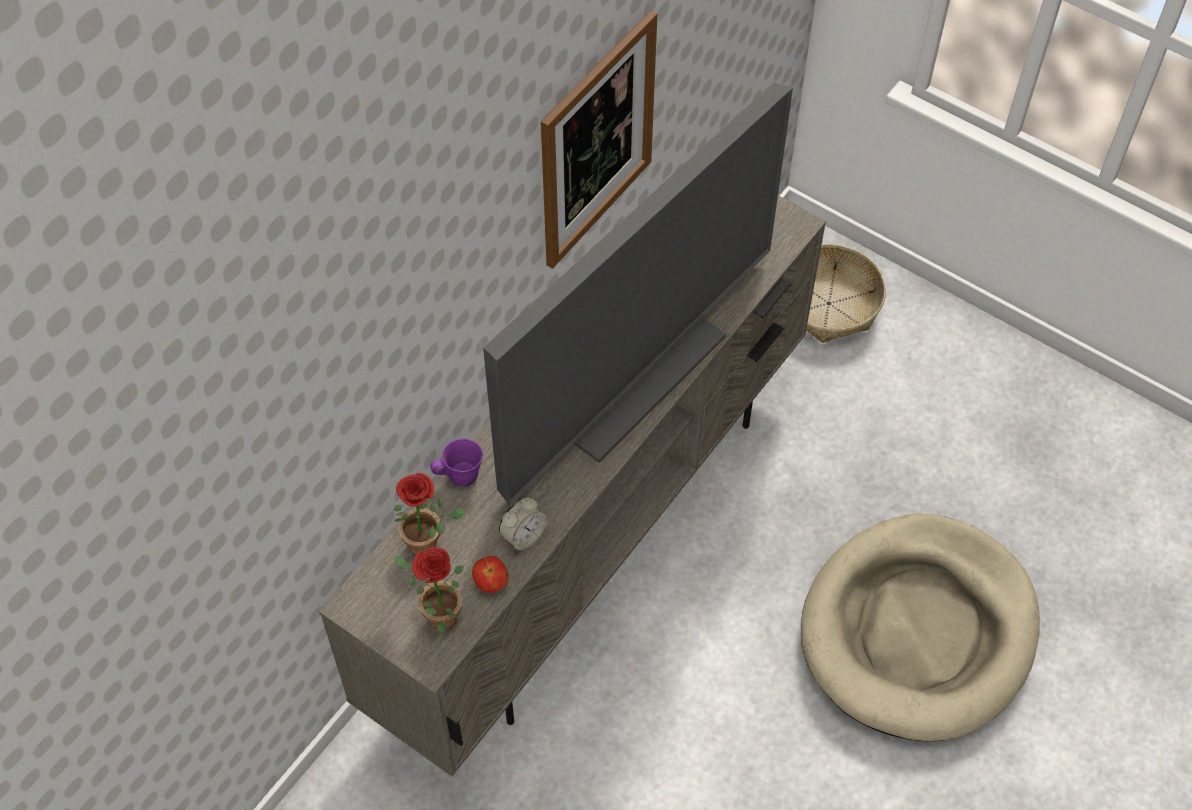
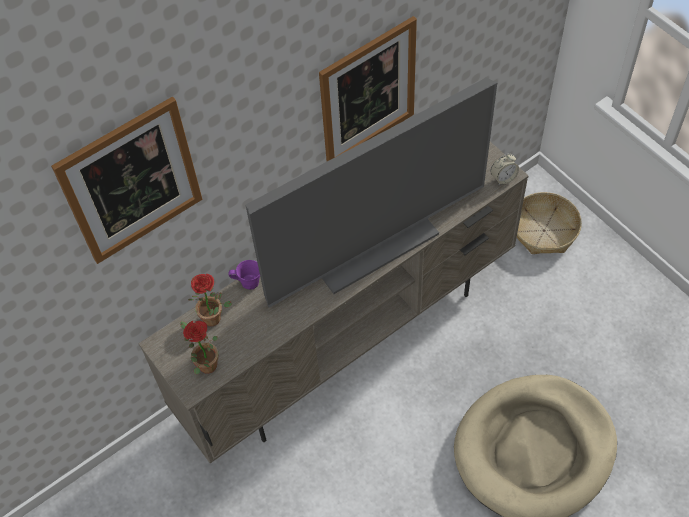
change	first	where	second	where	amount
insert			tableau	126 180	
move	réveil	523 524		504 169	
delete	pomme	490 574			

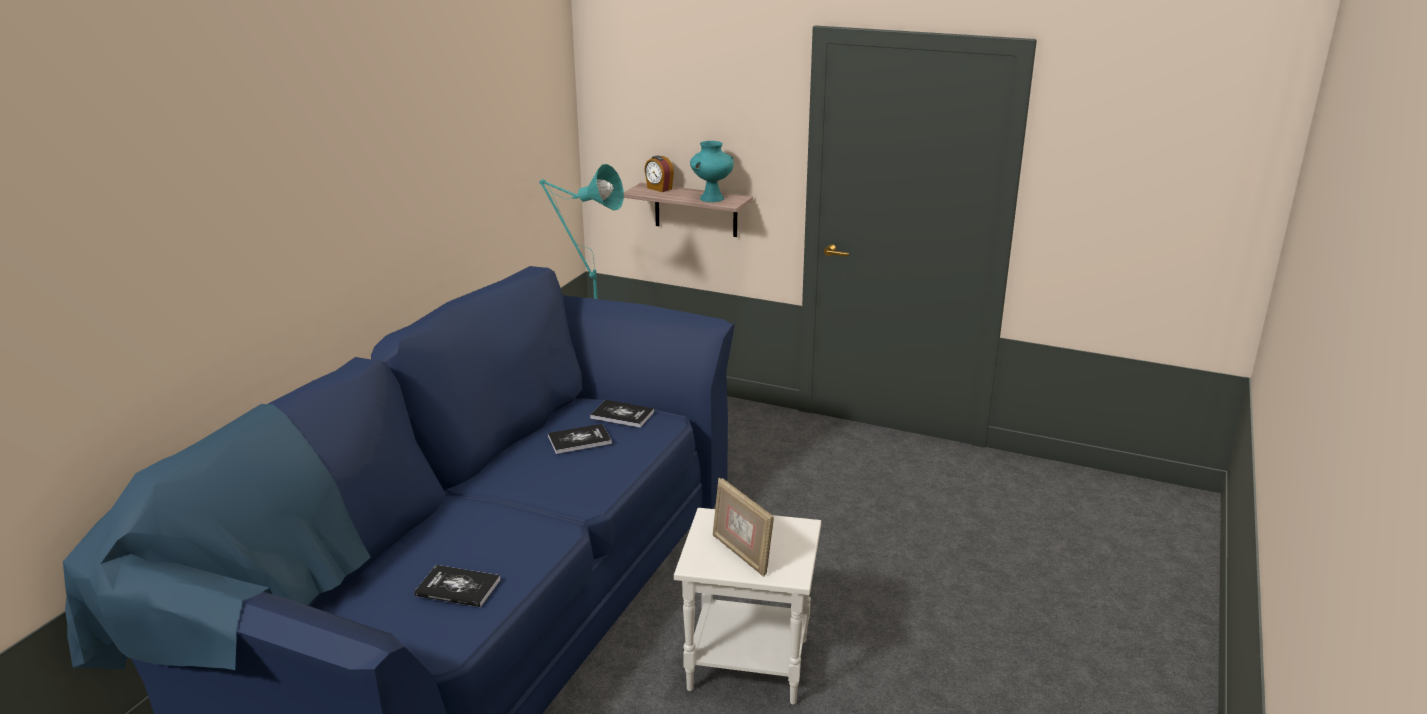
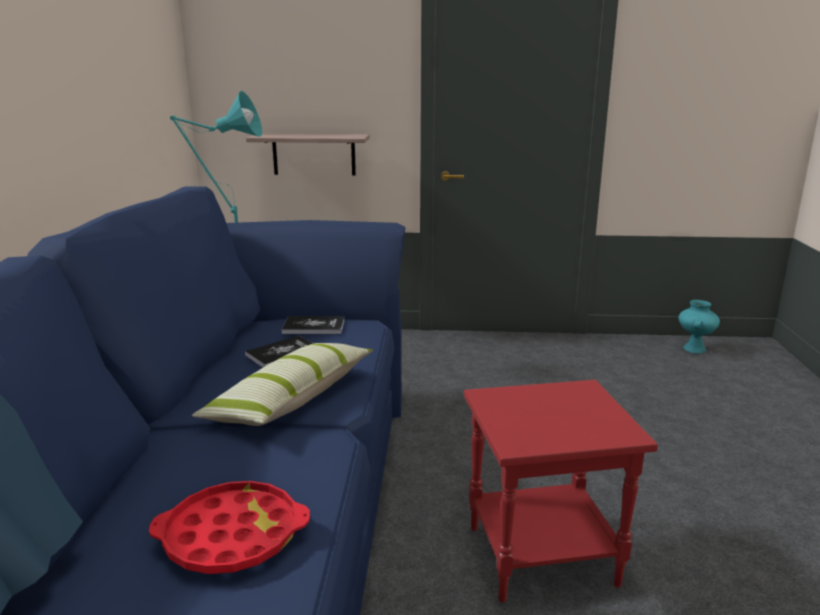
change	first	where	second	where	amount
replace	livre	457 586	plateau/rouge	229 527	
insert			coussin	282 384	
recolor	table d'appoint/blanc	747 606	table d'appoint/rouge	561 491	
move	vase/turquoise	712 171		699 327	
delete	réveil	659 174			
delete	cadre photo	743 527			

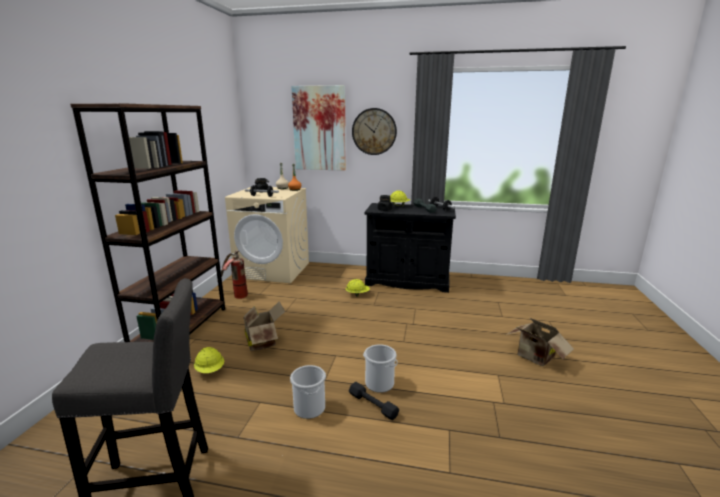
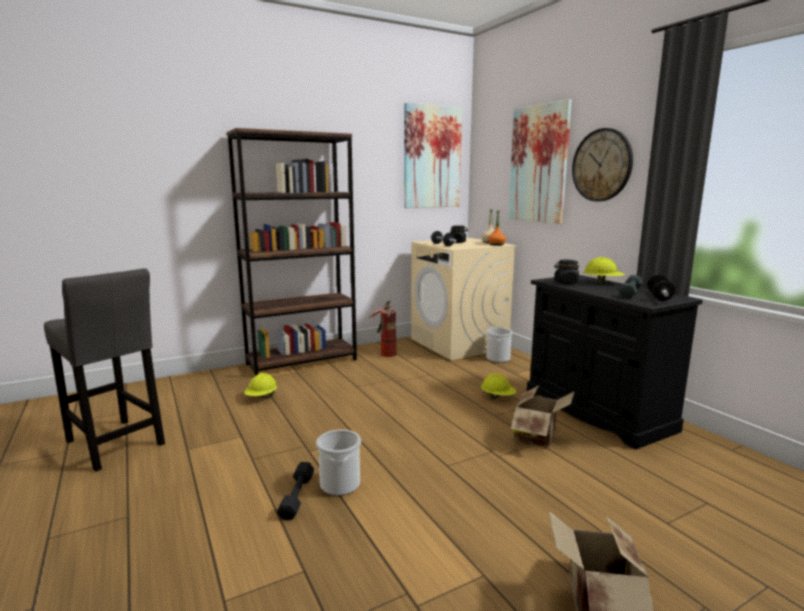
change	first	where	second	where	amount
insert			tableau	433 155	
move	seau	308 392		499 345	
move	carton	264 326		543 416	

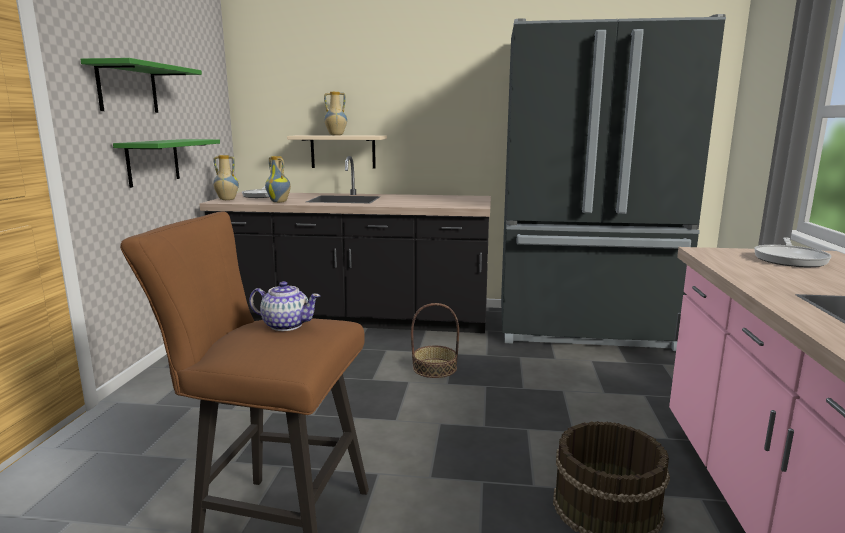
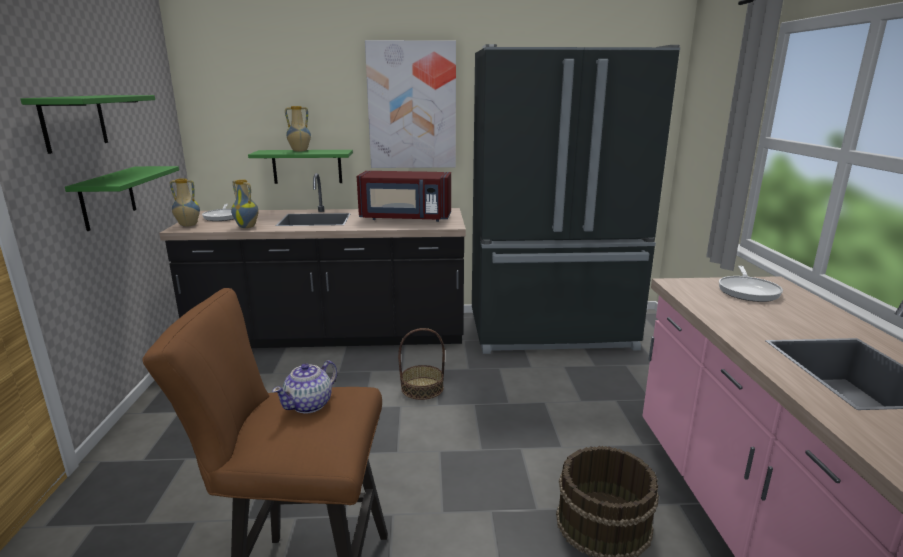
change	first	where	second	where	amount
recolor	étagère/beige	337 152	étagère/vert	300 167	
rotate	théière	284 306		304 387	120 degrees clockwise
insert			micro-ondes/rouge	404 196	
insert			tableau	410 104	

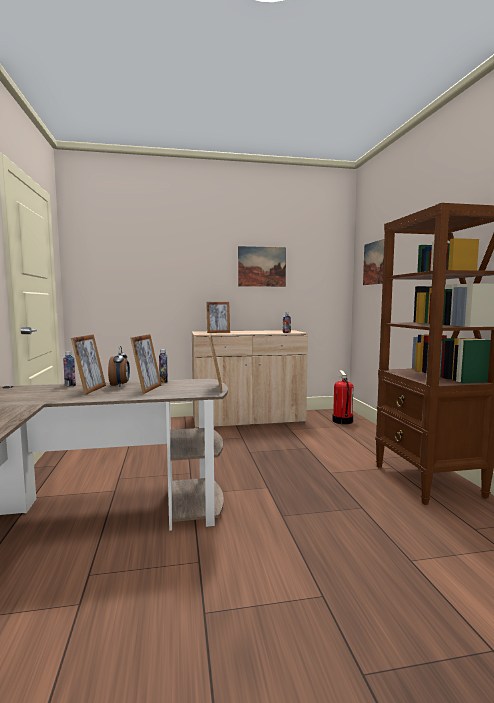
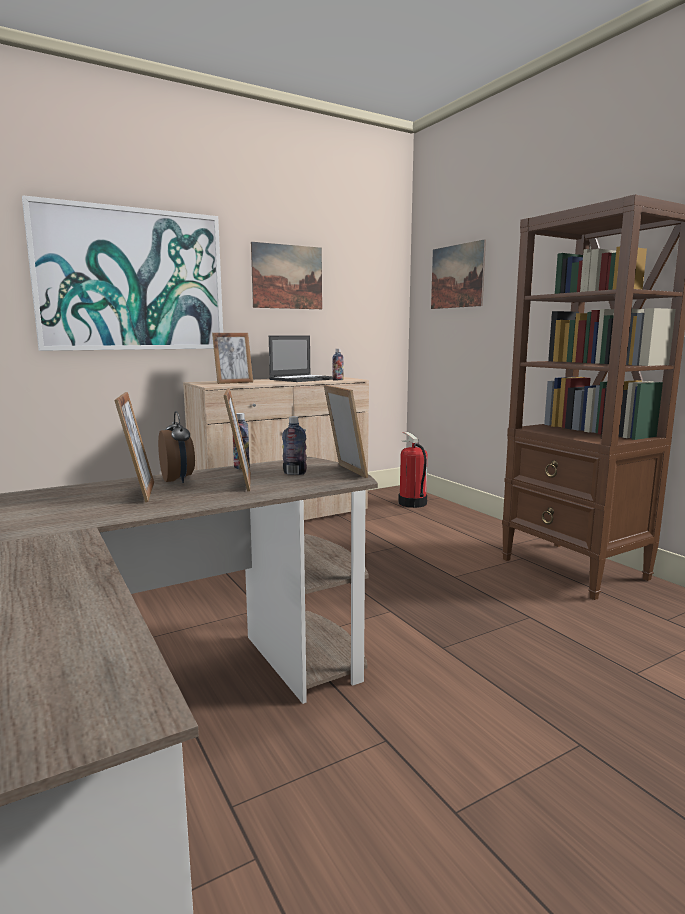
change	first	where	second	where	amount
insert			tableau	122 273	
insert			ordinateur portable	301 359	
move	bouteille	69 368		294 445	

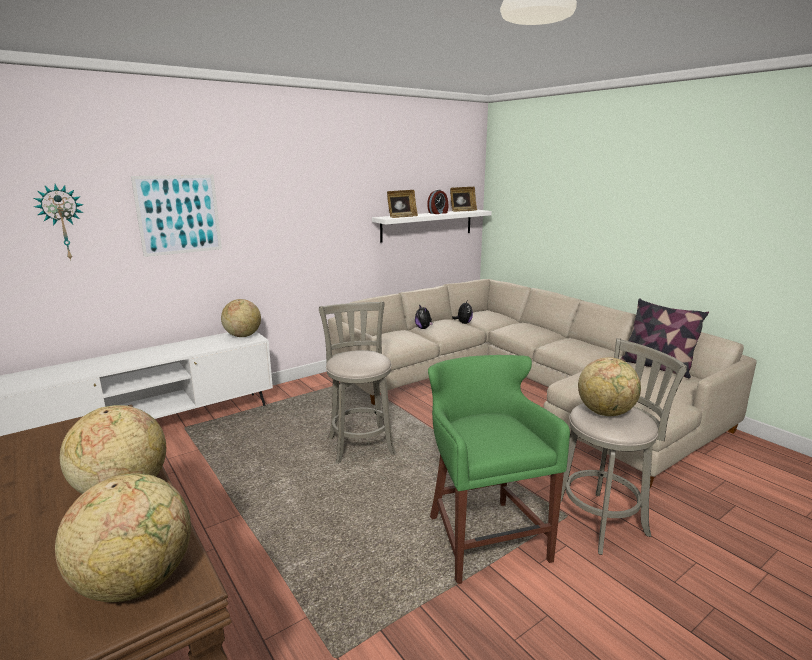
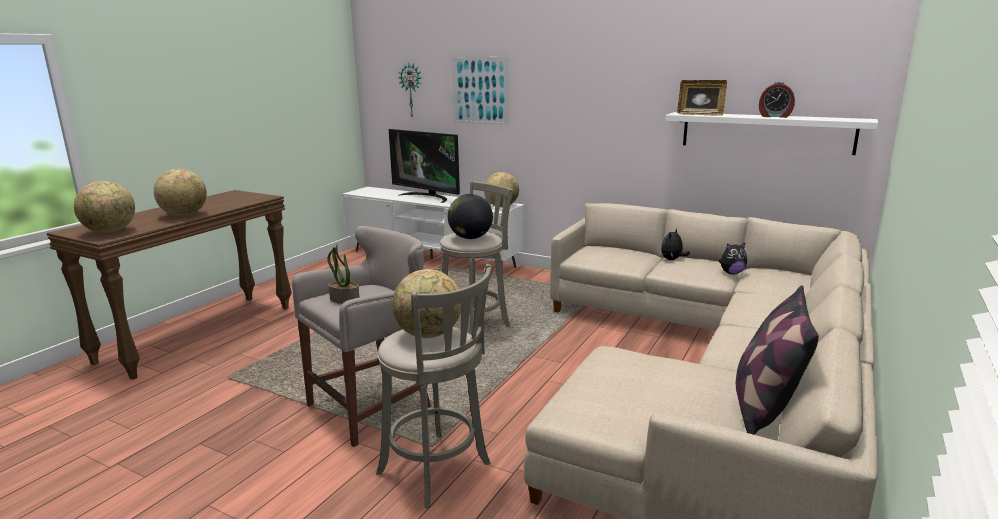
change	first	where	second	where	amount
recolor	tabouret/vert	499 469	tabouret/gris	361 336	
insert			plante en pot	343 274	
insert			téléviseur	424 166	
insert			globe	470 216	
delete	cadre photo	463 199			

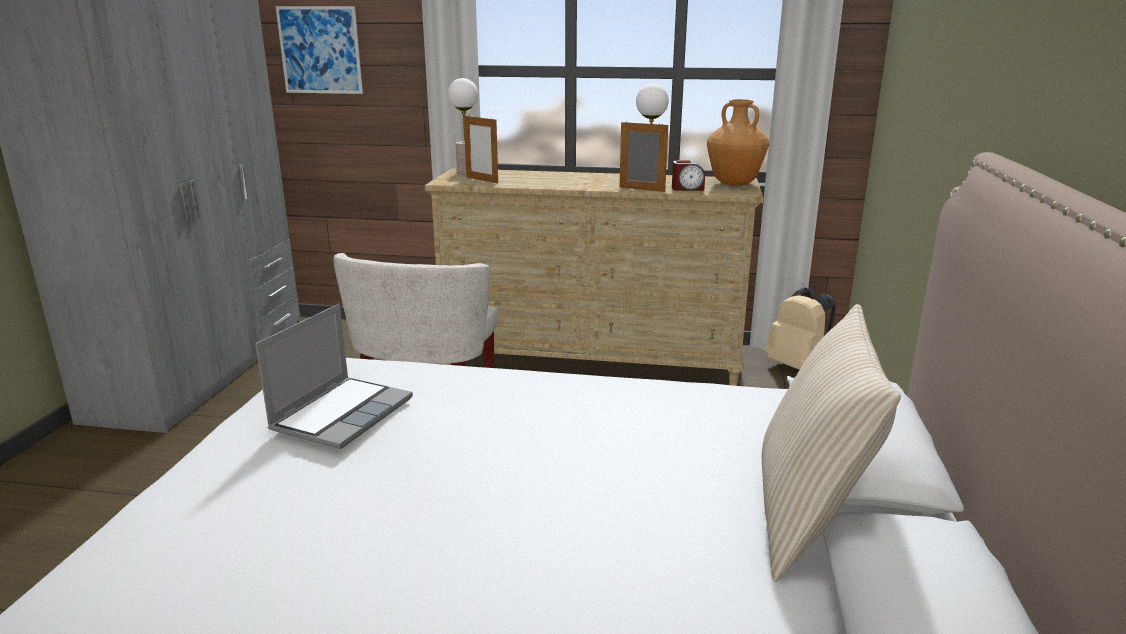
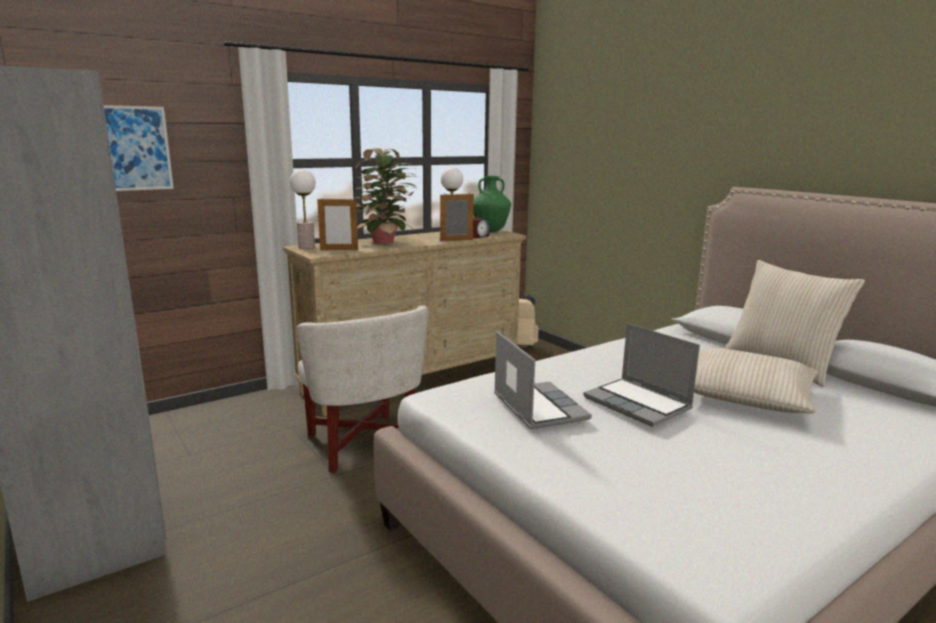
change	first	where	second	where	amount
insert			plante en pot	385 196	
recolor	vase/marron	738 142	vase/vert	492 204	
insert			ordinateur portable	641 375	
insert			coussin/beige	756 381	

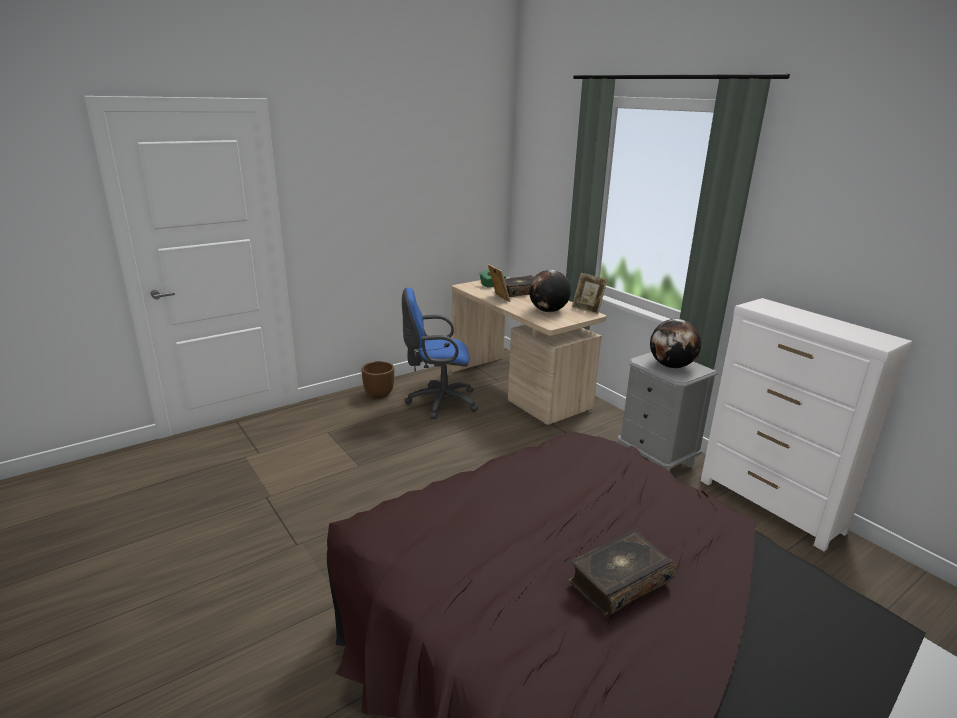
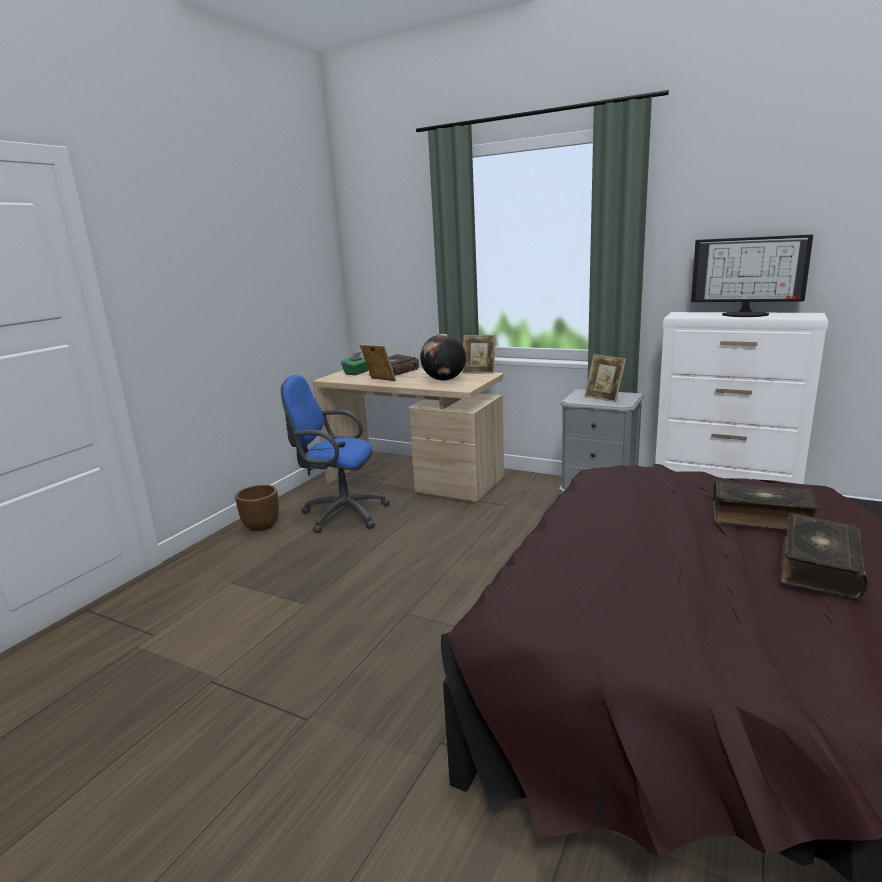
change	first	where	second	where	amount
rotate	chaise de bureau/bleu	440 353		335 454	45 degrees clockwise
replace	globe	675 343	cadre photo	605 378	
insert			écran d'ordinateur	752 276	
insert			livre	766 505	

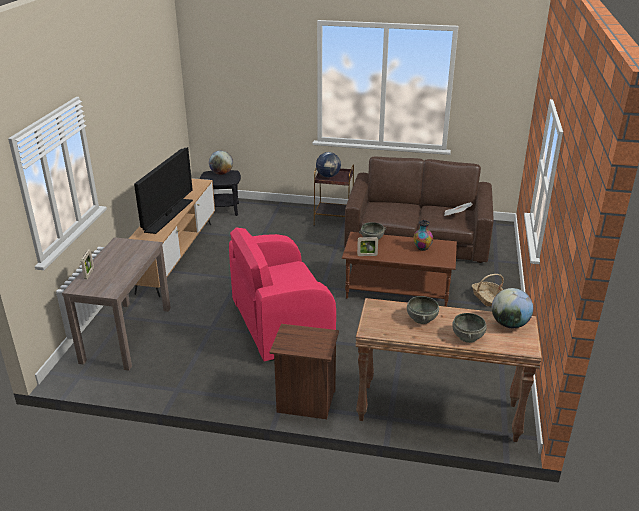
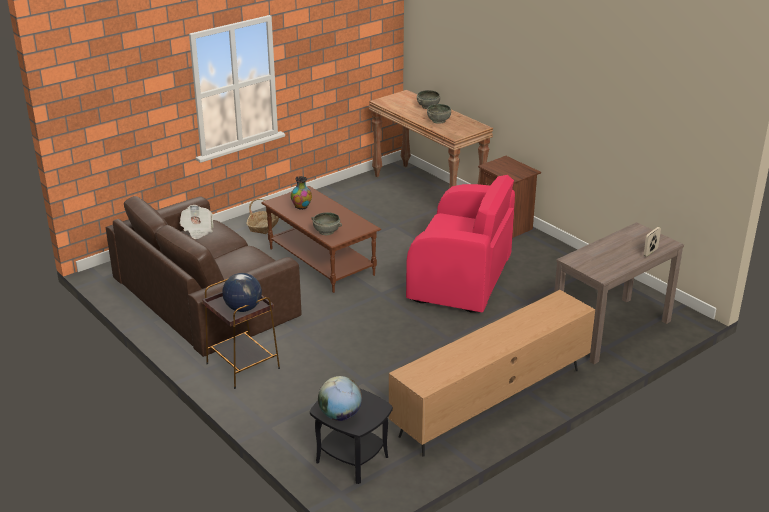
change	first	where	second	where	amount
delete	téléviseur	163 190			
delete	cadre photo	367 246			
delete	globe	512 308			

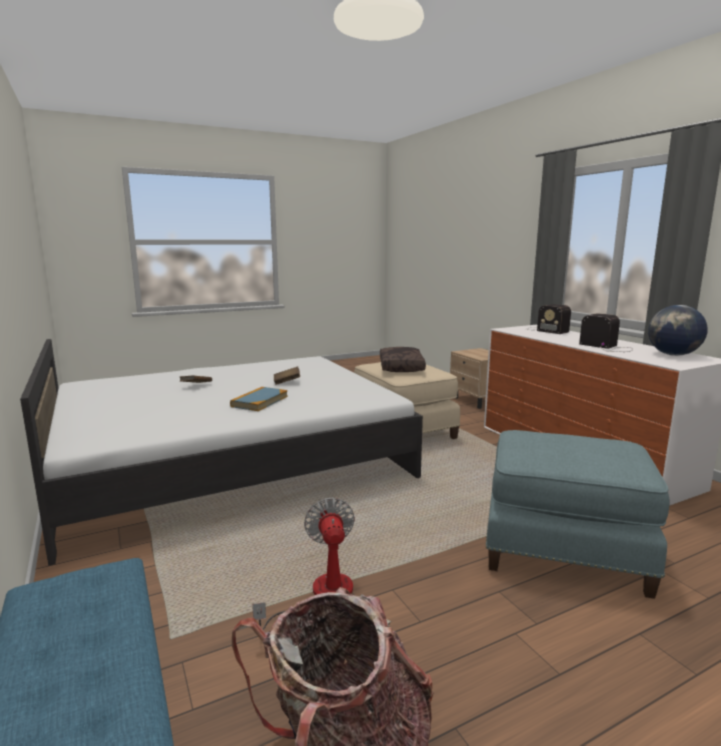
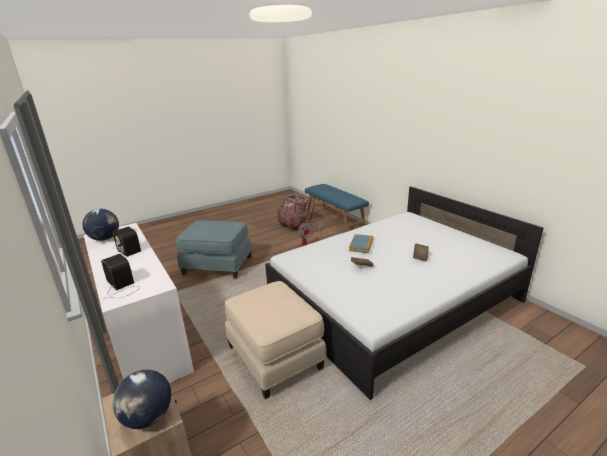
change	first	where	second	where	amount
insert			globe	142 399	
delete	coussin/marron	403 359			

